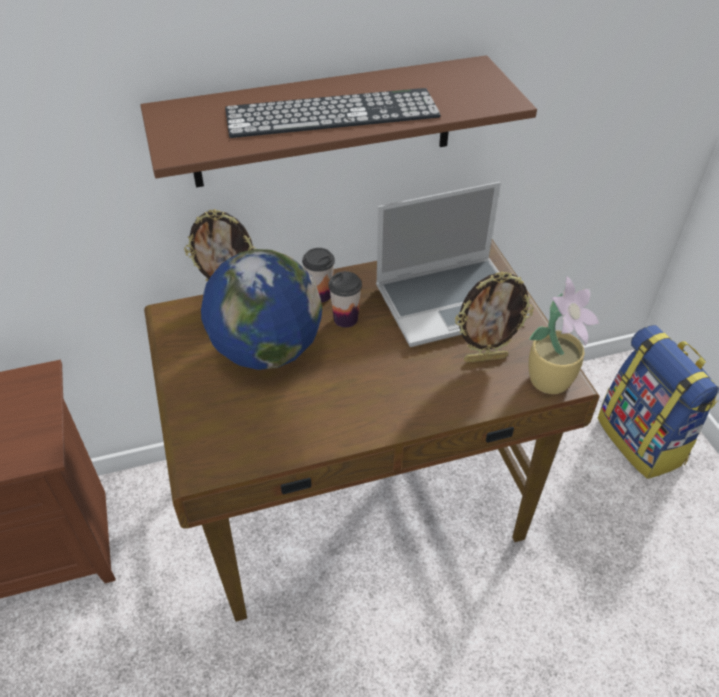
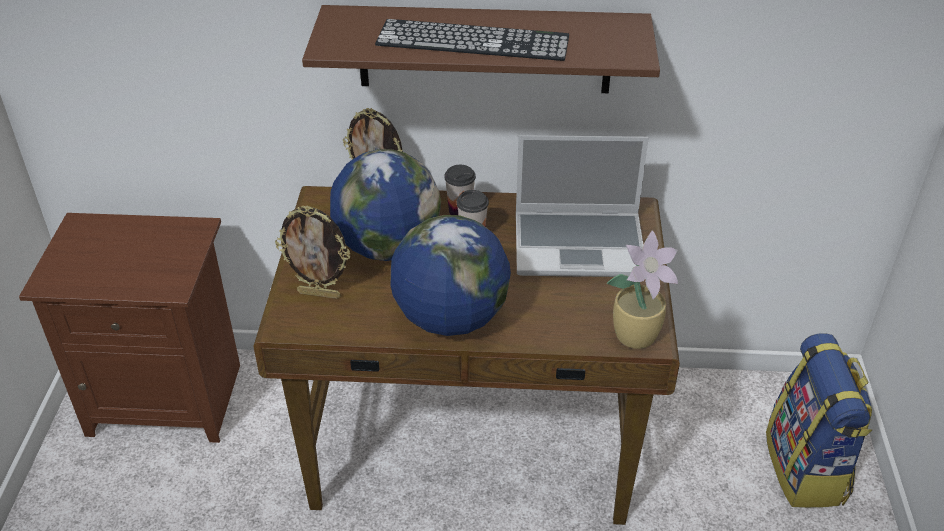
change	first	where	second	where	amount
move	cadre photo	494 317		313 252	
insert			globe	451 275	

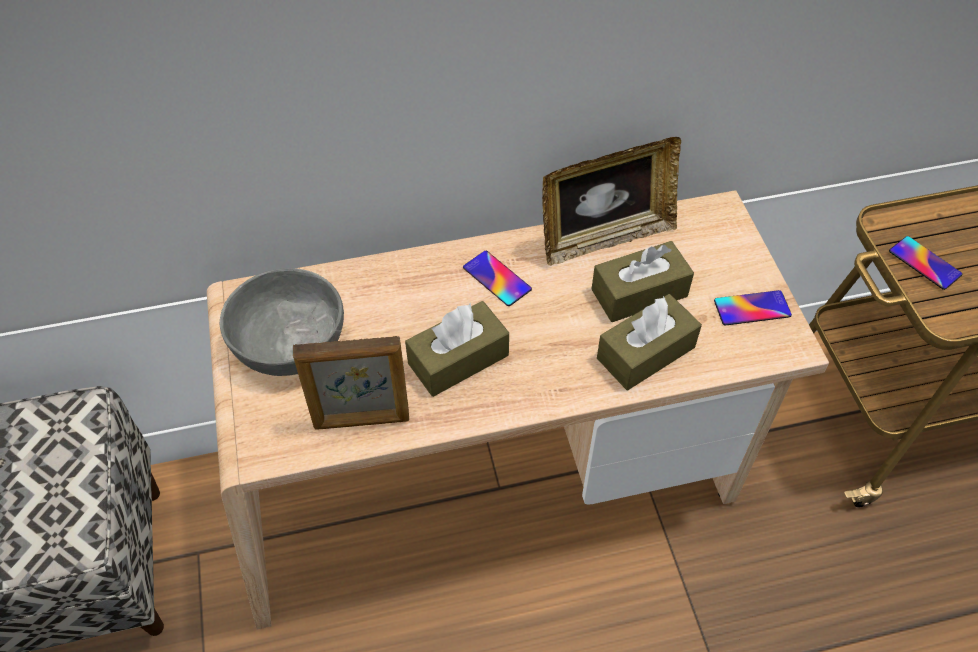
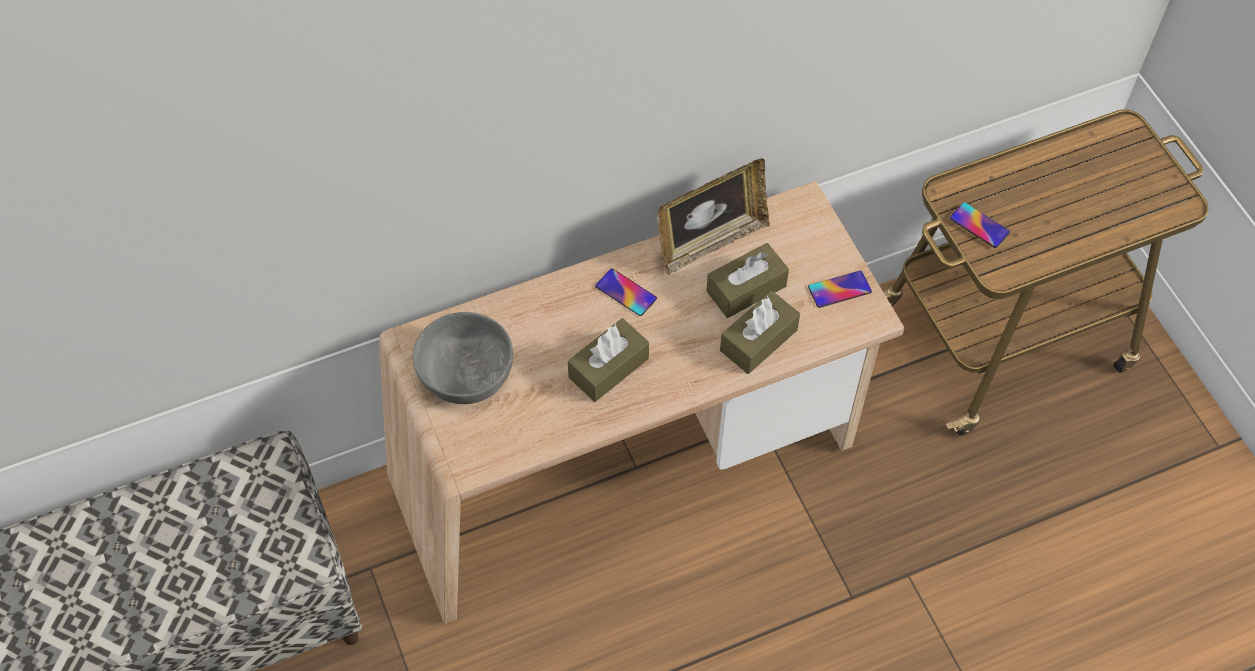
change	first	where	second	where	amount
delete	cadre photo	351 383			

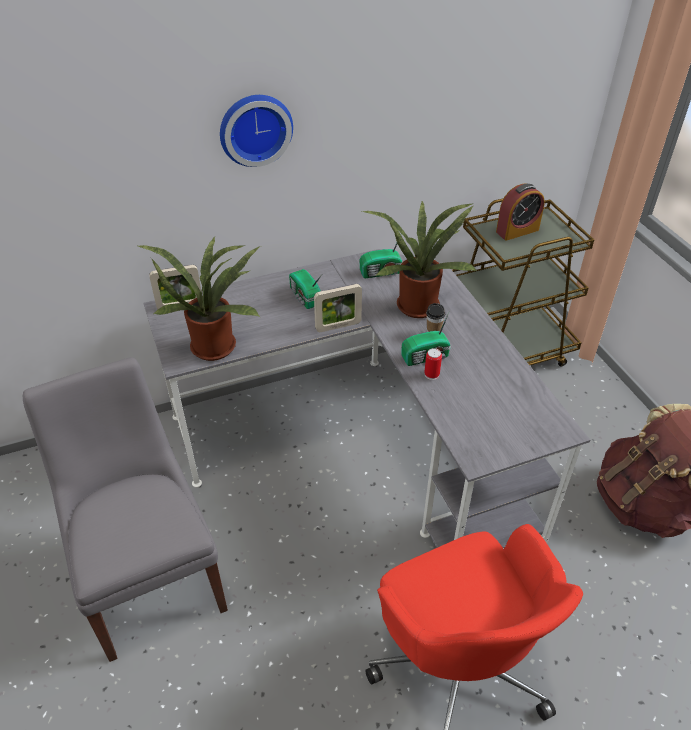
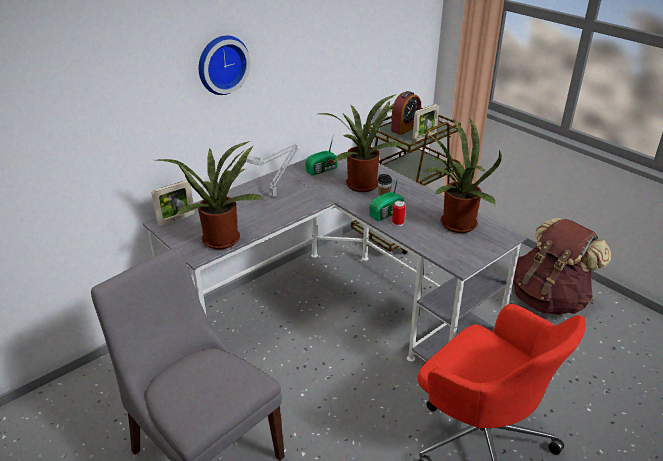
change	first	where	second	where	amount
replace	radio	306 289	lampe de table/gris	272 170	
move	cadre photo	338 308		425 123	
insert			plante en pot	462 175	

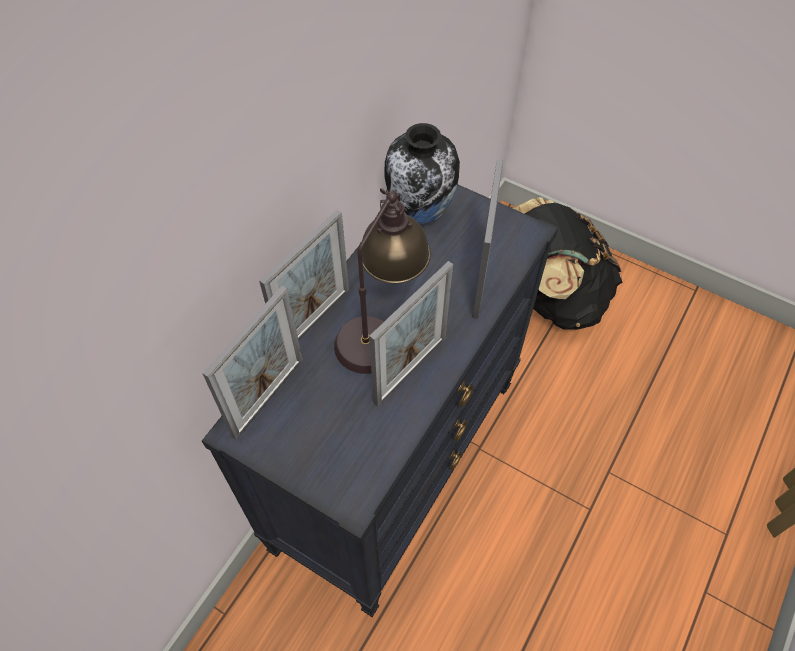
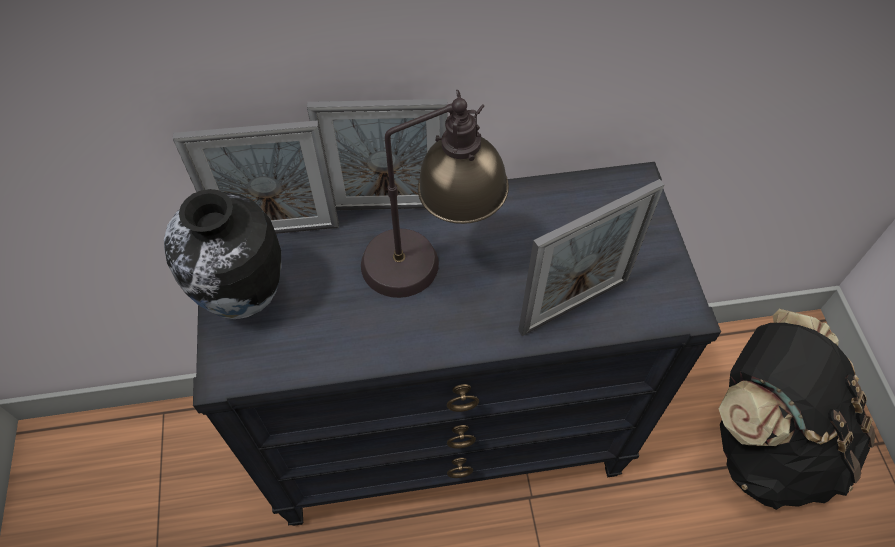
change	first	where	second	where	amount
move	vase	422 173		222 254	
delete	cadre photo	411 334			

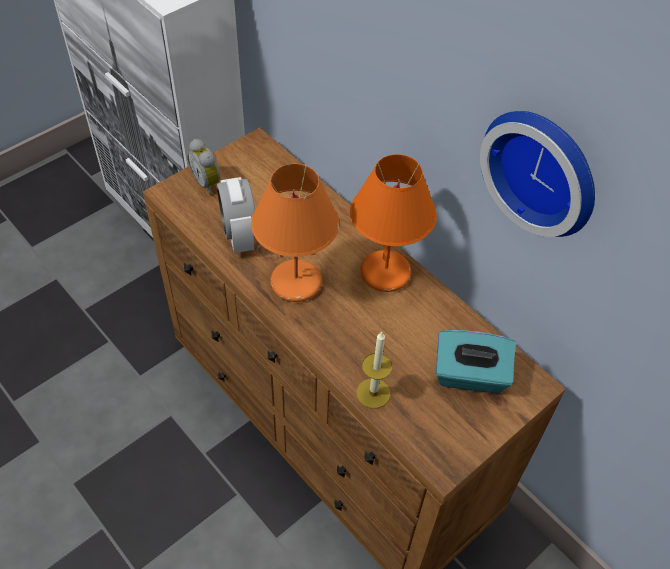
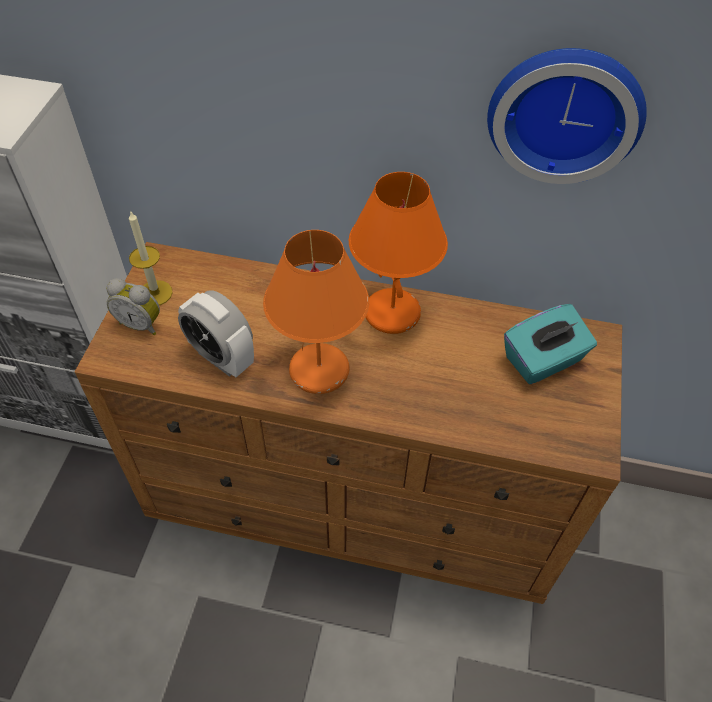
change	first	where	second	where	amount
move	bougie	374 369		151 257	

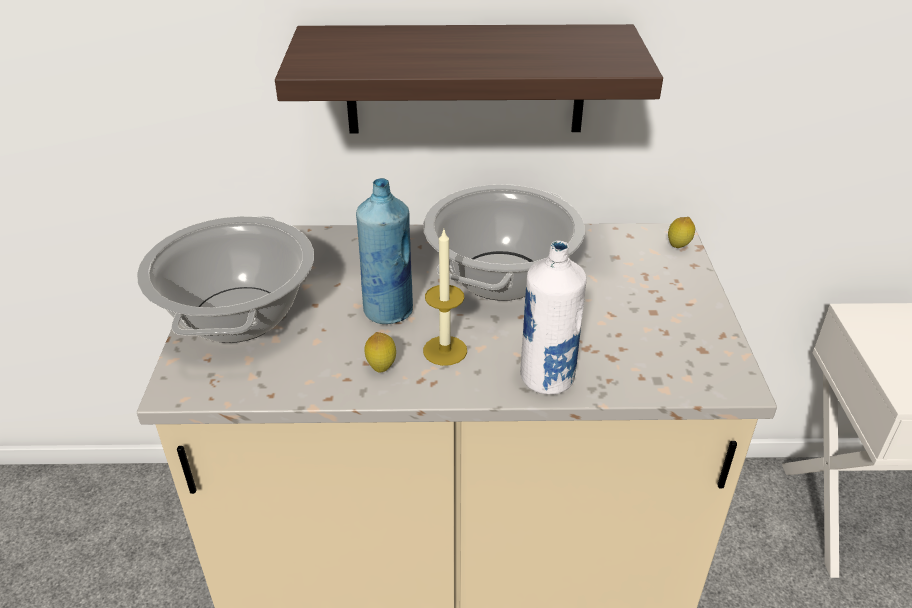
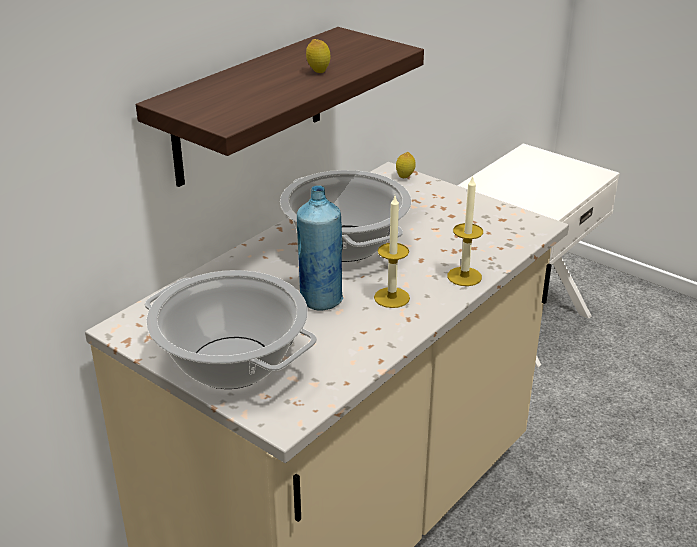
change	first	where	second	where	amount
move	citron	380 352		318 56	
replace	bouteille/blanc	553 318	bougie	465 231	

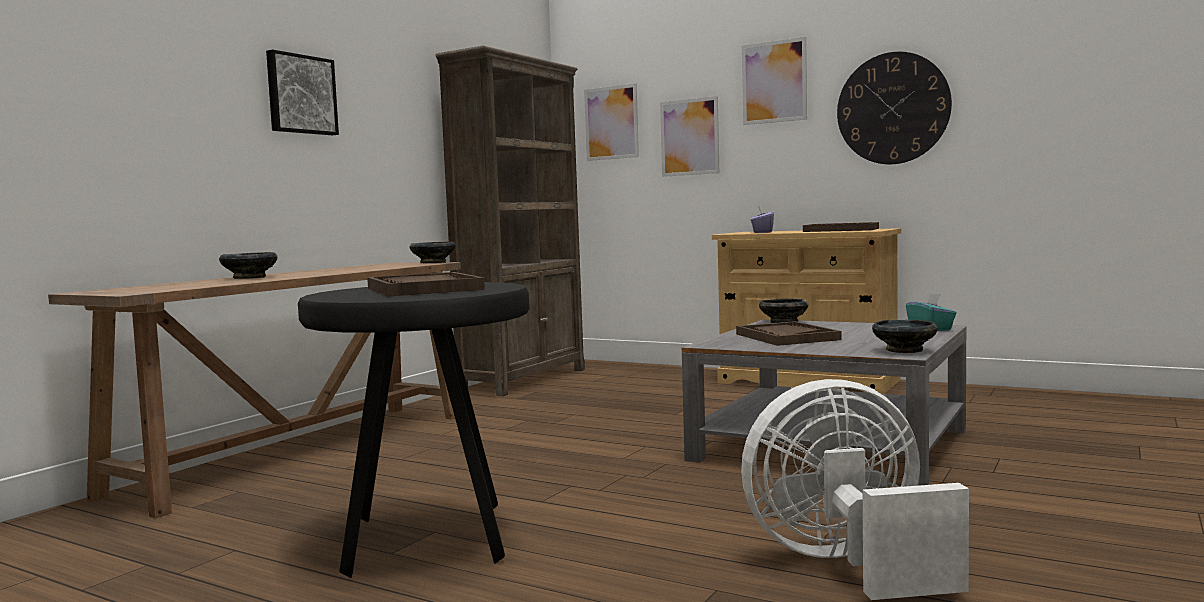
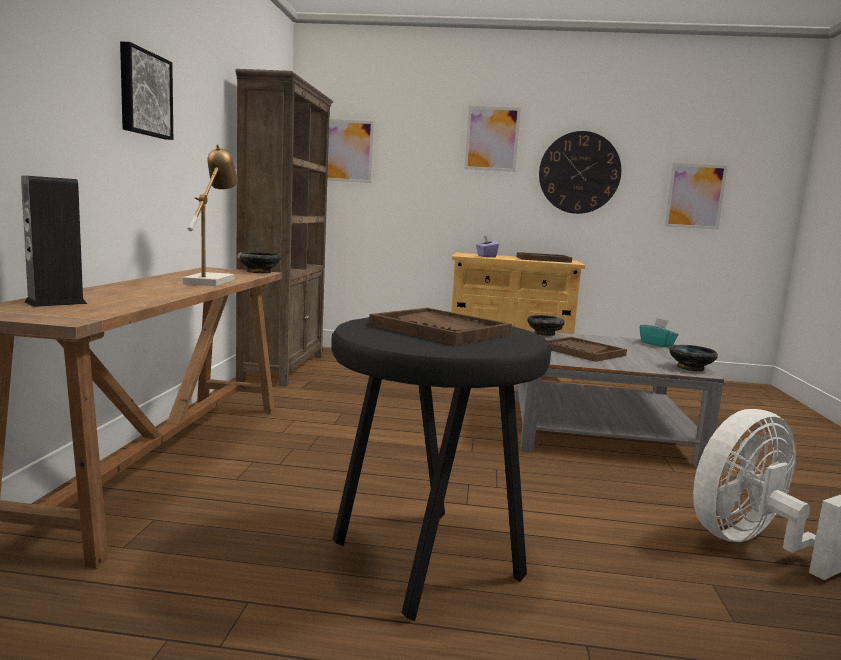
change	first	where	second	where	amount
insert			enceinte	54 241	
insert			lampe de table	210 215	
move	tableau	689 136		696 196	
delete	bol/noir	248 265			

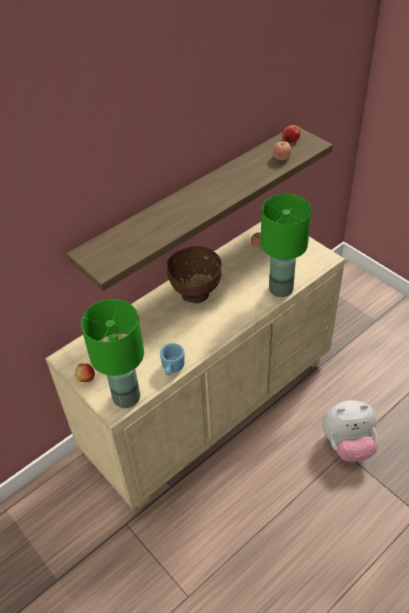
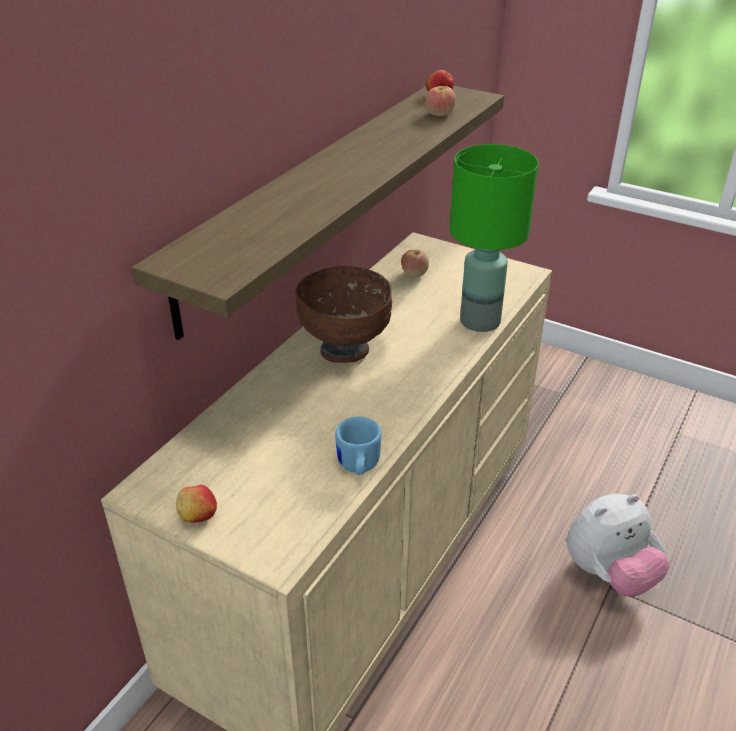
change	first	where	second	where	amount
delete	lampe de table/vert	112 353			

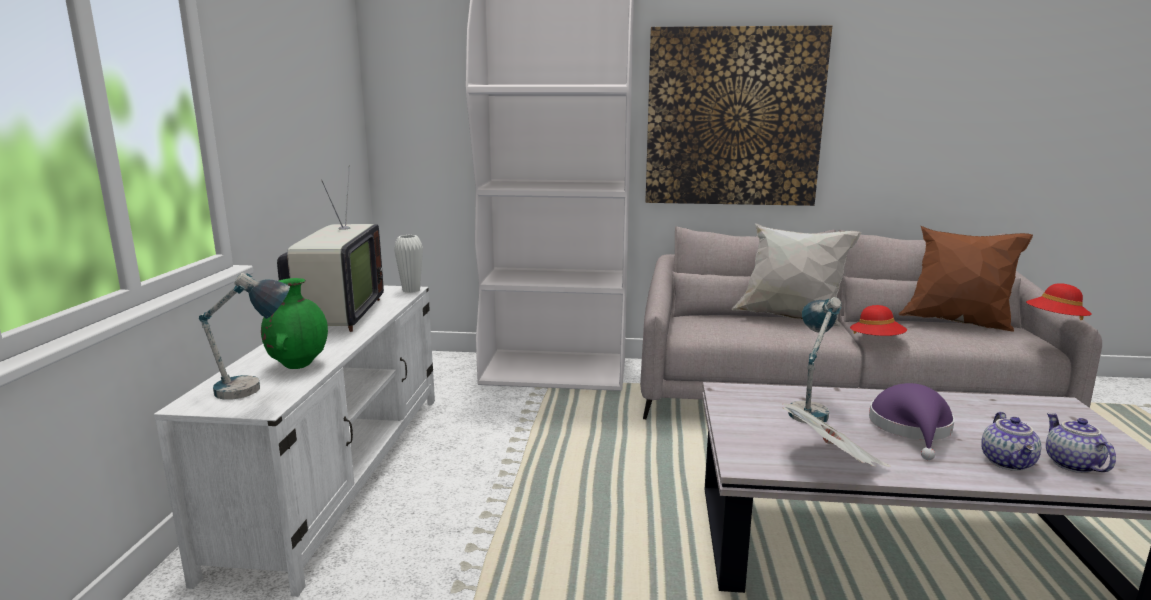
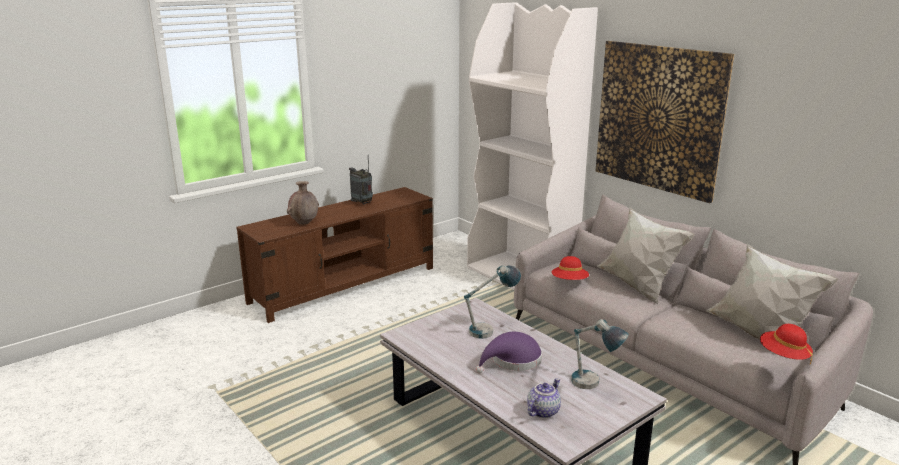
change	first	where	second	where	amount
recolor	meuble télé/blanc	294 441	meuble télé/marron	334 255	
recolor	vase/vert	294 323	vase/marron	303 203	
replace	téléviseur	330 249	radio	361 181	
move	chapeau/rouge	878 320		570 268	
move	lampe de table	244 336		599 354	
recolor	coussin/marron	966 279	coussin/blanc	772 301	
delete	vase/blanc	408 264			
delete	journal	836 435			
delete	théière	1011 441			

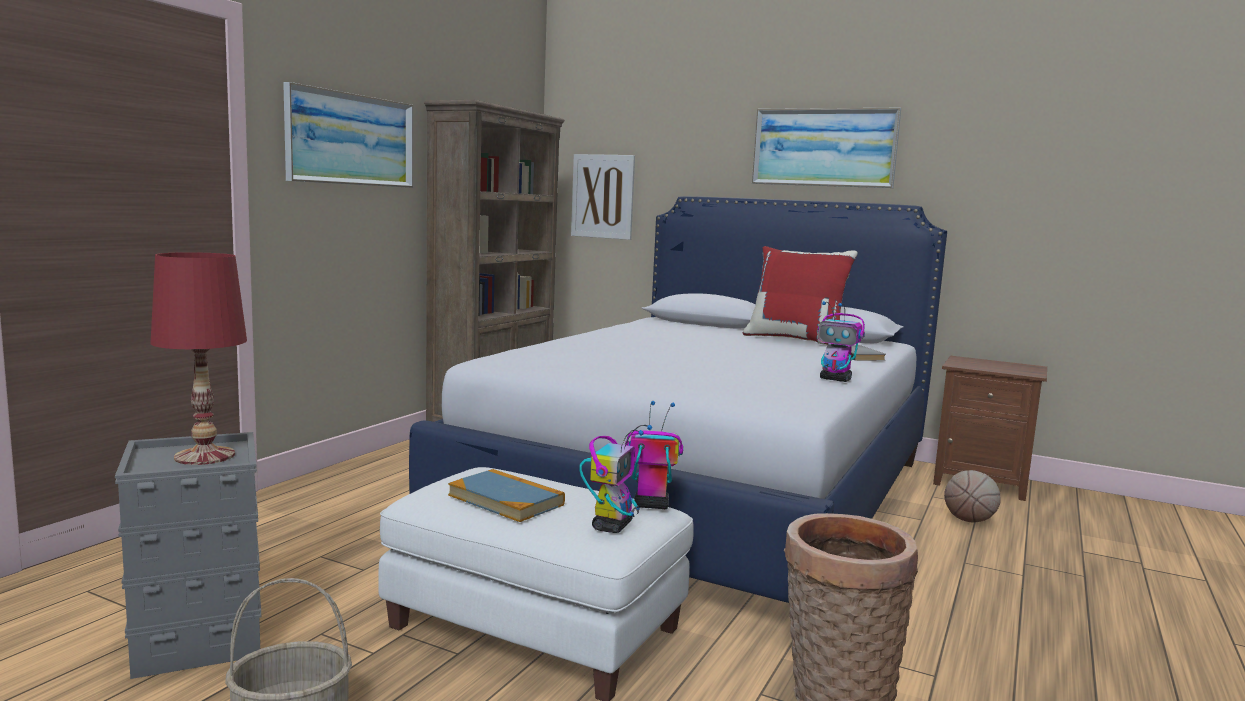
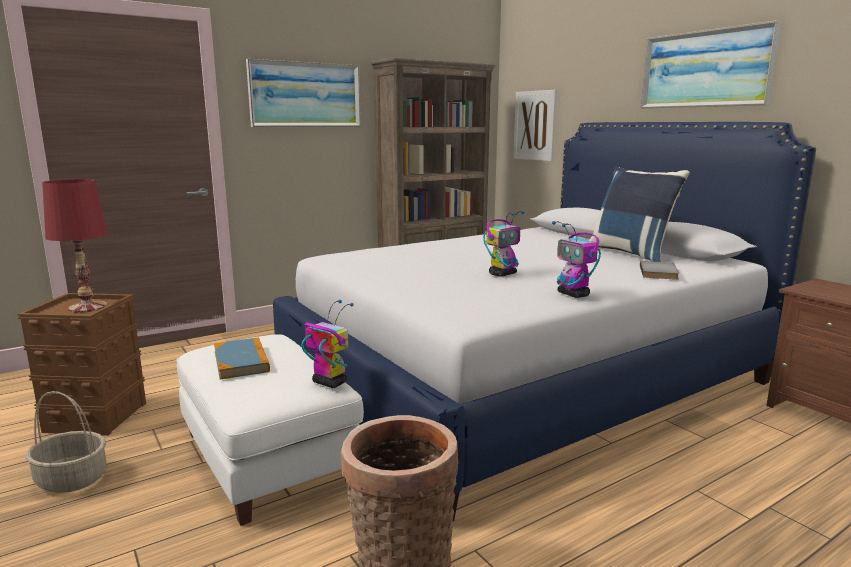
change	first	where	second	where	amount
recolor	boîte de rangement/gris	188 555	boîte de rangement/marron	81 364	
move	robot jouet	615 479		503 244	
recolor	coussin/rouge	800 295	coussin/bleu	639 214	
delete	ballon de basket	972 496			

